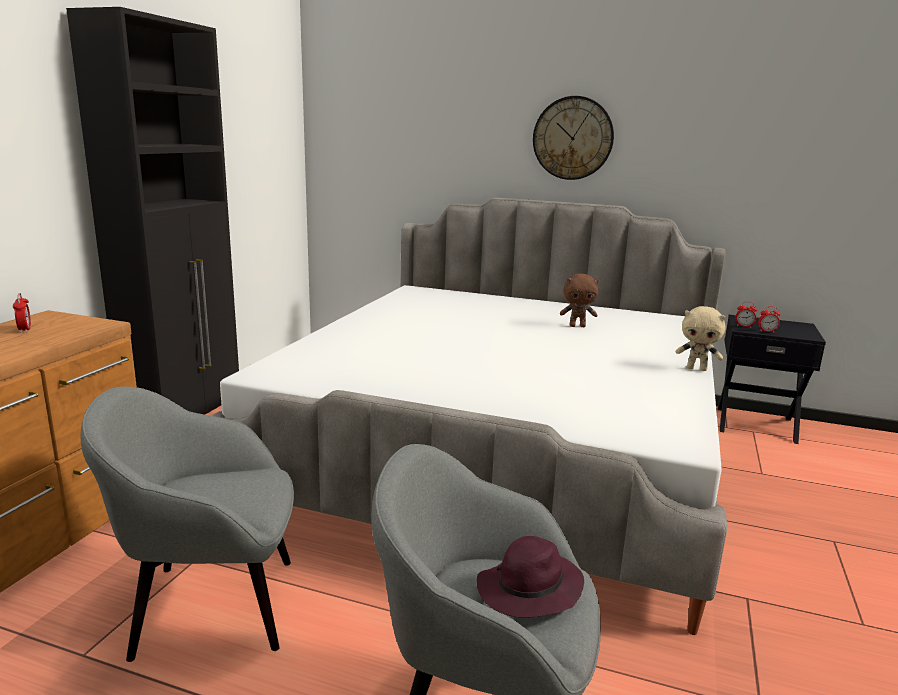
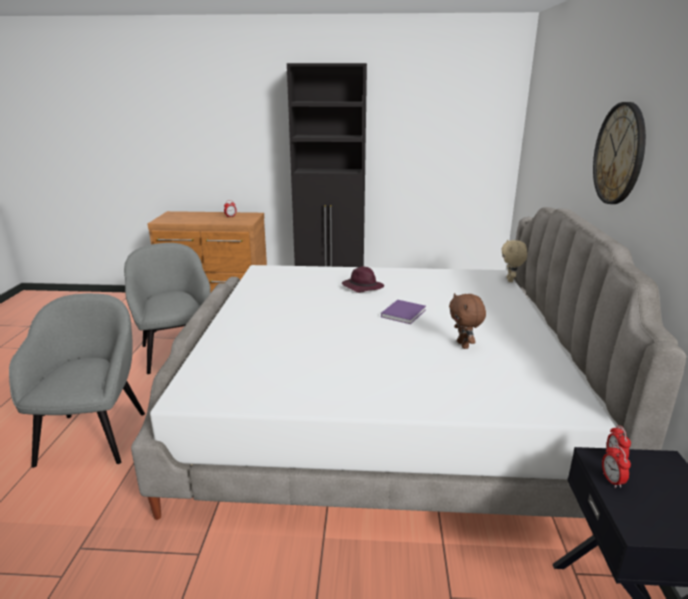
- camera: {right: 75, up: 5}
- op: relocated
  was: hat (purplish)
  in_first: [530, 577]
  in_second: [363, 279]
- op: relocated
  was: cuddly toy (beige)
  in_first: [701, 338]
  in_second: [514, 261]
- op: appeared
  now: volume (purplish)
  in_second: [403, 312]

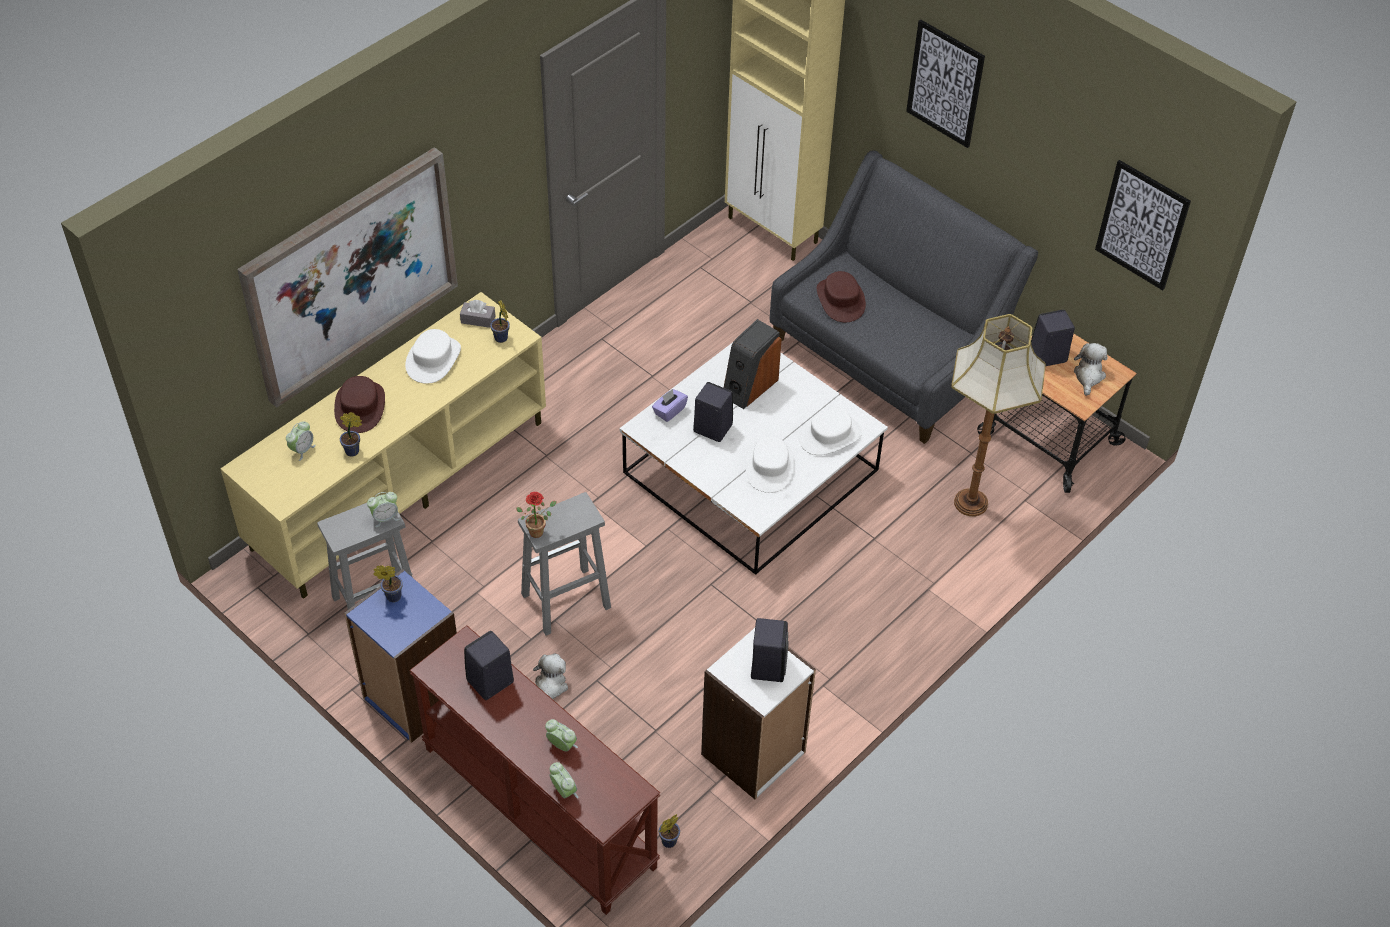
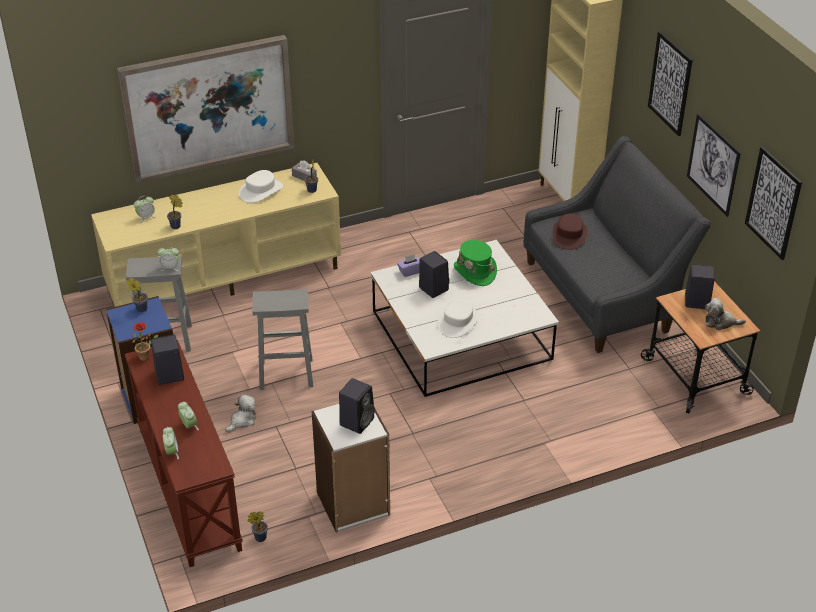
- camera: {right: 25, up: -10}
- op: missing
  was: hat (brownish)
  in_first: [359, 404]
- op: relocated
  was: potted plant
  in_first: [536, 515]
  in_second: [145, 341]
- op: exchanged
  was: speaker
  now: hat (greenish)
  in_first: [753, 364]
  in_second: [475, 263]
- op: missing
  was: hat (white-coloured)
  in_first: [830, 431]
- op: missing
  was: standing lamp
  in_first: [998, 415]
- op: spun
  was: cuddly toy
  in_first: [1091, 369]
  in_second: [725, 314]
  clockwise: -120
- op: appeared
  now: picture
  in_second: [714, 165]

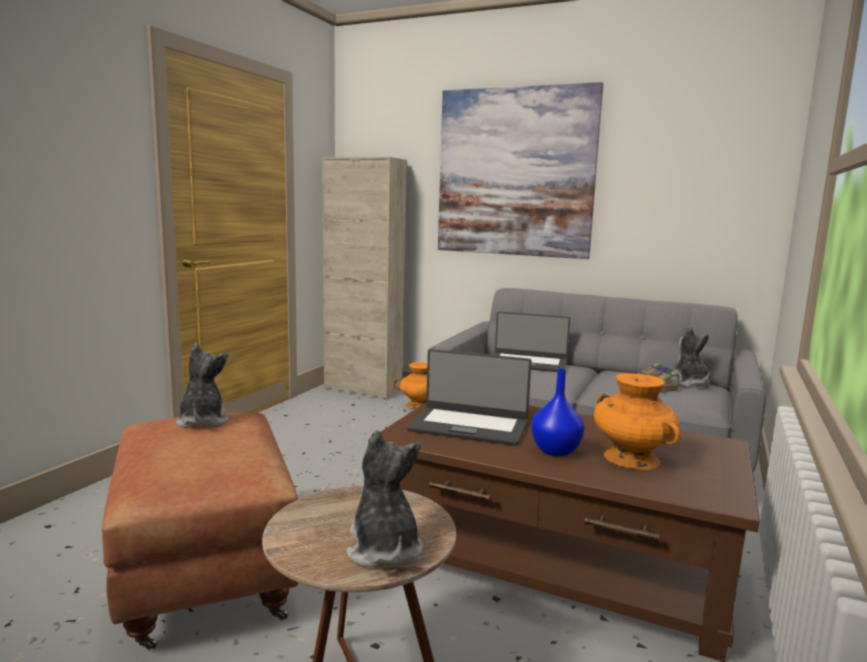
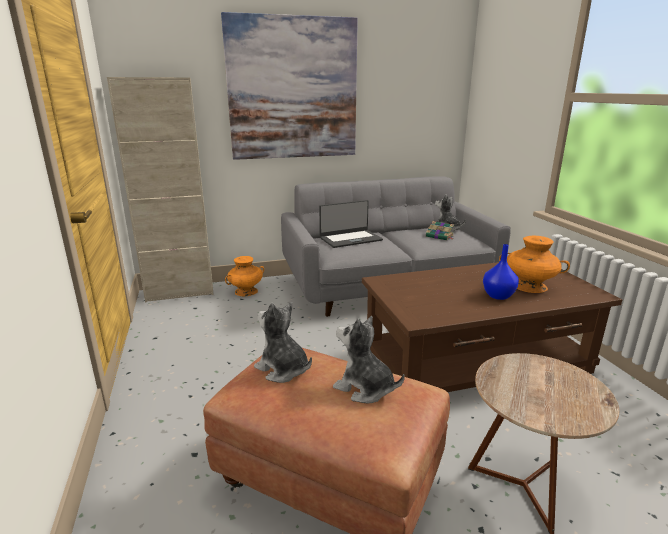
- camera: {right: -40, up: 10}
- op: relocated
  was: cuddly toy
  in_first: [384, 499]
  in_second: [369, 360]
- op: missing
  was: portable computer
  in_first: [469, 397]

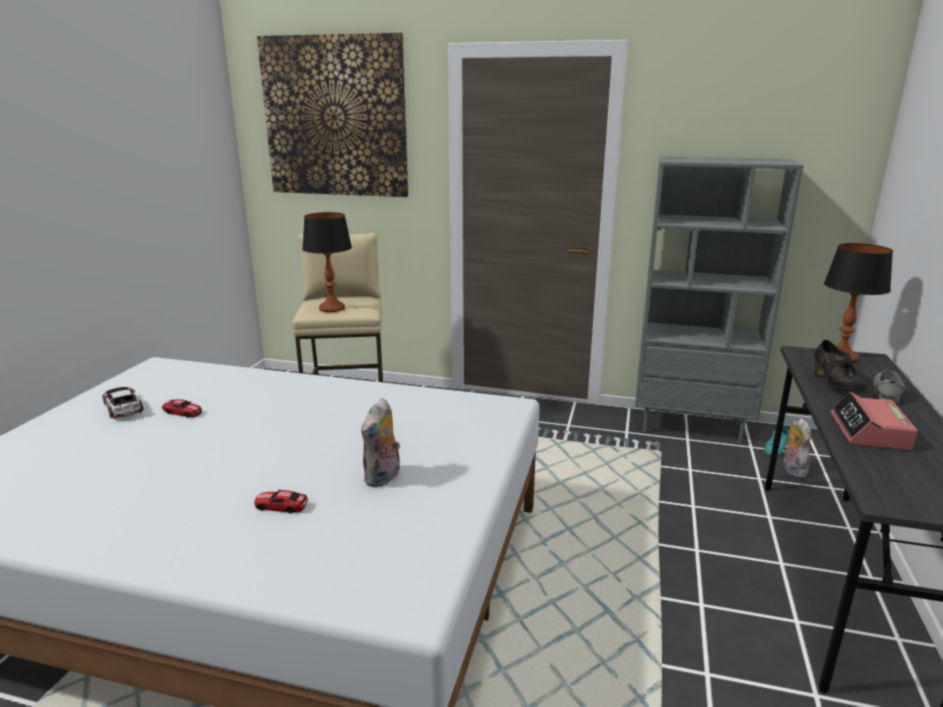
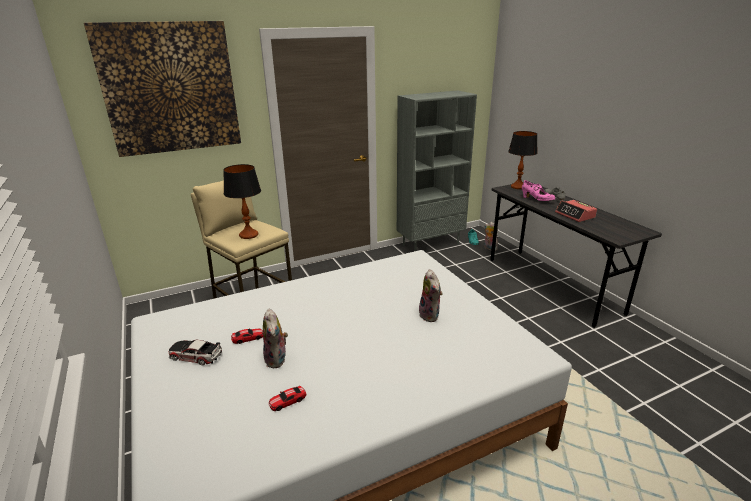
- camera: {right: -40, up: 5}
- op: relocated
  was: toy car
  in_first: [281, 501]
  in_second: [287, 398]
- op: colour
  was: low shoe (black-coloured)
  now: low shoe (pink-coloured)
  in_first: [840, 366]
  in_second: [538, 190]
- op: appeared
  now: cuddly toy
  in_second: [275, 338]

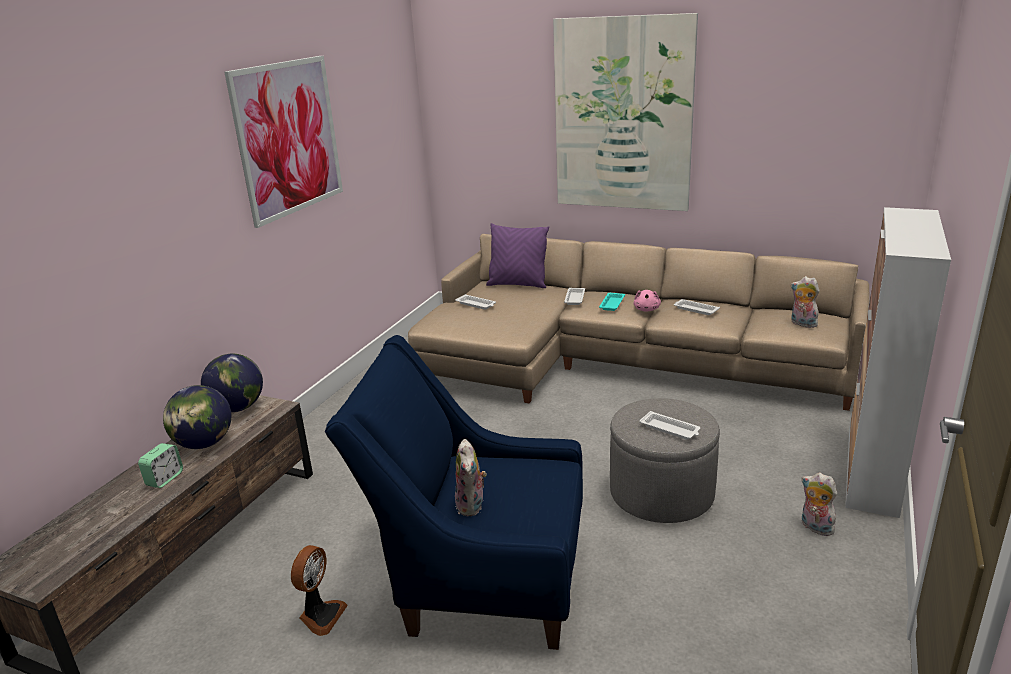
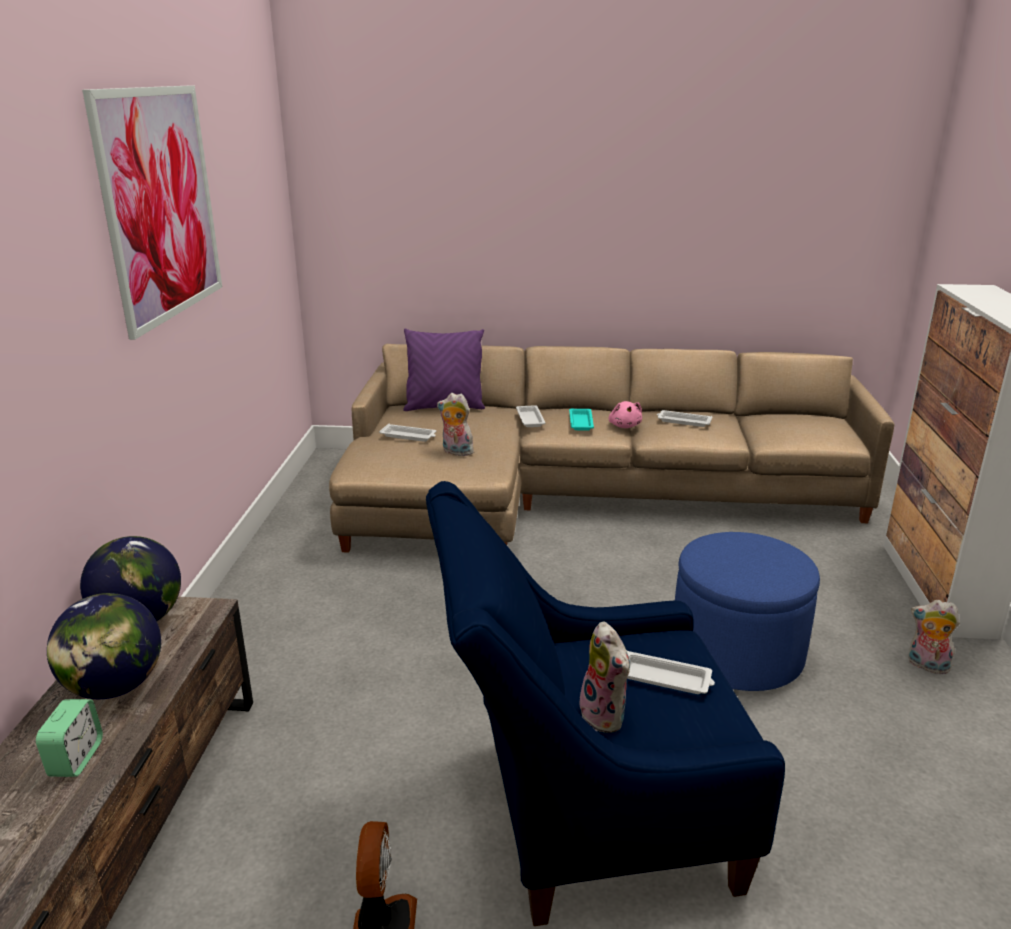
- camera: {right: -20, up: 0}
- op: missing
  was: picture
  in_first: [625, 112]
- op: colour
  was: ottoman (gray)
  now: ottoman (blue)
  in_first: [665, 460]
  in_second: [747, 611]
- op: relocated
  was: tray (white-coloured)
  in_first: [670, 425]
  in_second: [670, 672]
- op: relocated
  was: cuddly toy
  in_first: [805, 302]
  in_second: [455, 424]

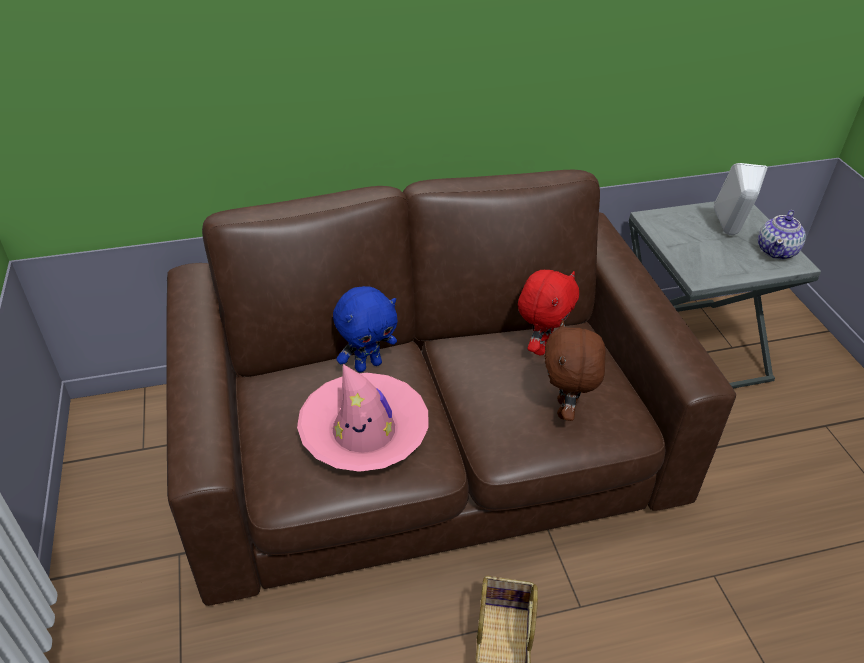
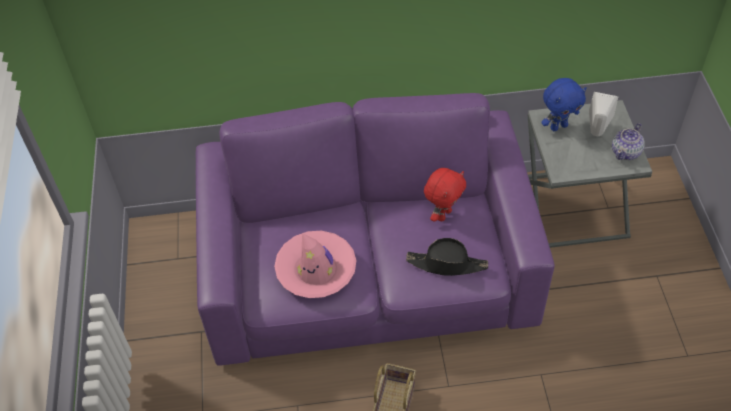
- camera: {right: 10, up: 10}
- op: colour
  was: sofa (brownish)
  now: sofa (purplish)
  in_first: [451, 388]
  in_second: [375, 229]
- op: relocated
  was: cuddly toy (blue)
  in_first: [365, 329]
  in_second: [564, 104]
- op: exchanged
  was: cuddly toy (brownish)
  now: hat (black-coloured)
  in_first: [575, 370]
  in_second: [447, 257]

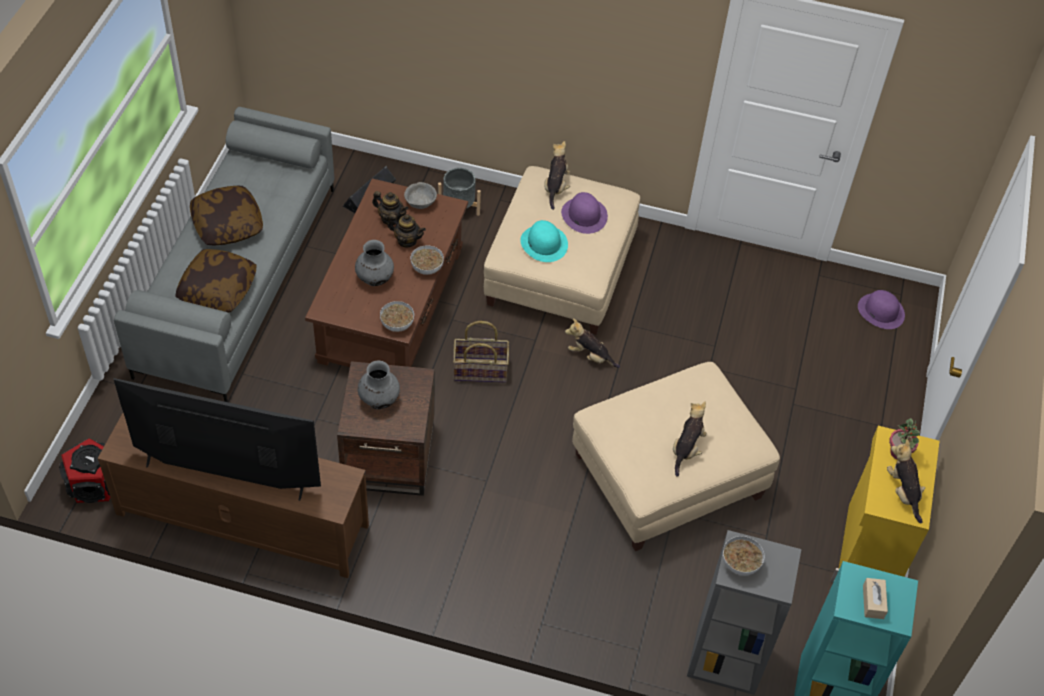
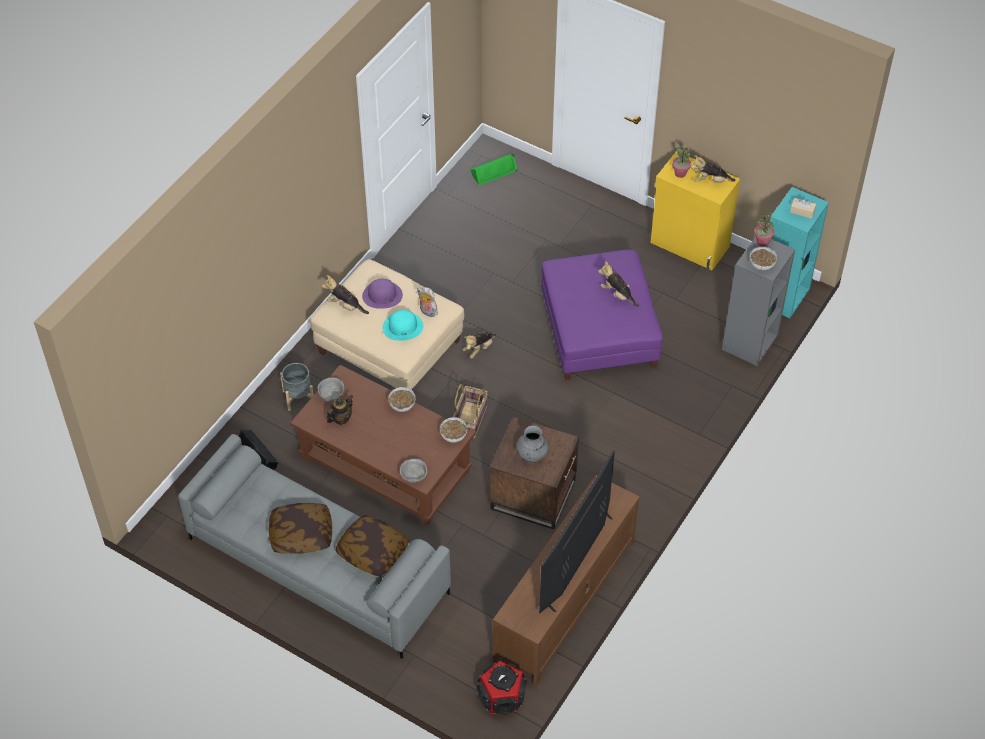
- camera: {right: -70, up: 0}
- op: missing
  was: flower vase (gray)
  in_first: [374, 263]
- op: missing
  was: teapot
  in_first: [406, 231]
- op: colour
  was: ottoman (beige)
  now: ottoman (purplish)
  in_first: [676, 456]
  in_second: [602, 315]
- op: exchanged
  was: hat (purplish)
  now: speaker (greenish)
  in_first: [881, 309]
  in_second: [494, 170]
- op: appeared
  now: serving bowl (gray)
  in_second: [413, 470]
- op: appeared
  now: cuddly toy
  in_second: [427, 302]
- op: appeared
  now: potted plant
  in_second: [764, 230]

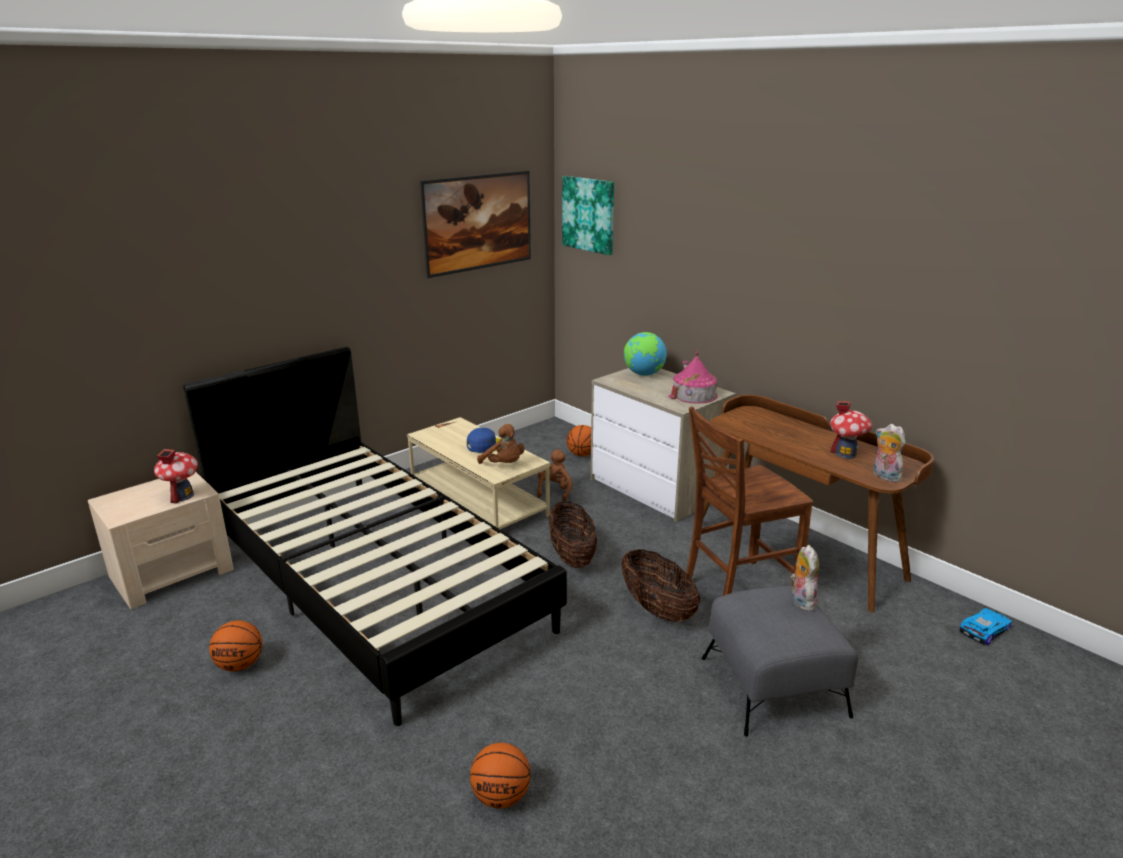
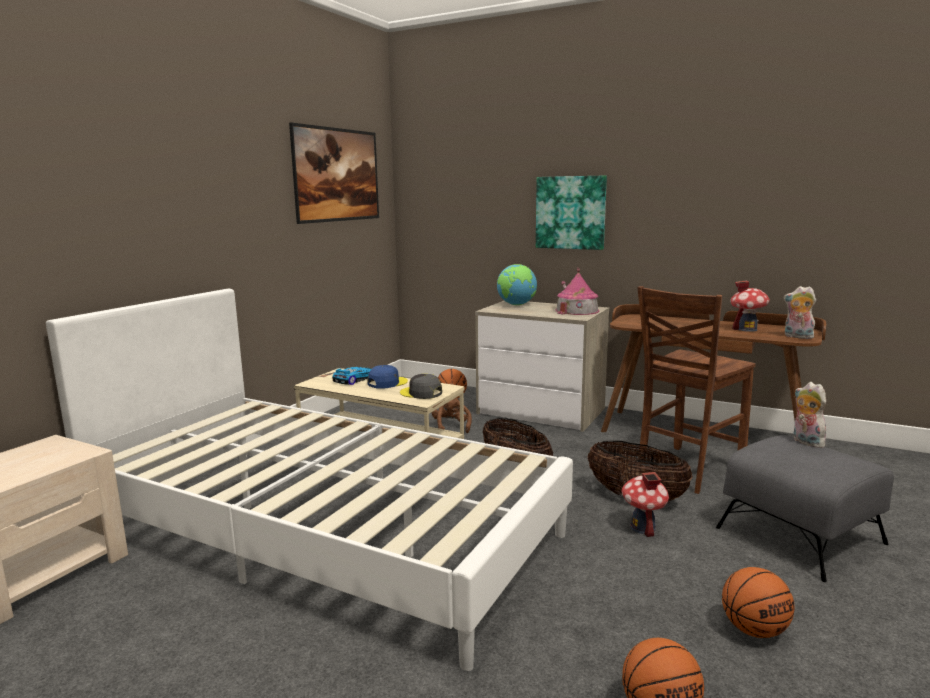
- camera: {right: -20, up: -10}
- op: relocated
  was: toy house
  in_first: [176, 476]
  in_second: [645, 504]
- op: colour
  was: sleeping bed (black-coloured)
  now: sleeping bed (white-coloured)
  in_first: [375, 536]
  in_second: [309, 480]
- op: relocated
  was: basketball
  in_first: [236, 646]
  in_second: [758, 602]
- op: exchanged
  was: cuddly toy (brownish)
  now: cap (gray)
  in_first: [501, 444]
  in_second: [421, 386]
- op: relocated
  was: picture
  in_first: [588, 215]
  in_second: [571, 213]
- op: relocated
  was: toy car
  in_first: [985, 626]
  in_second: [352, 376]

